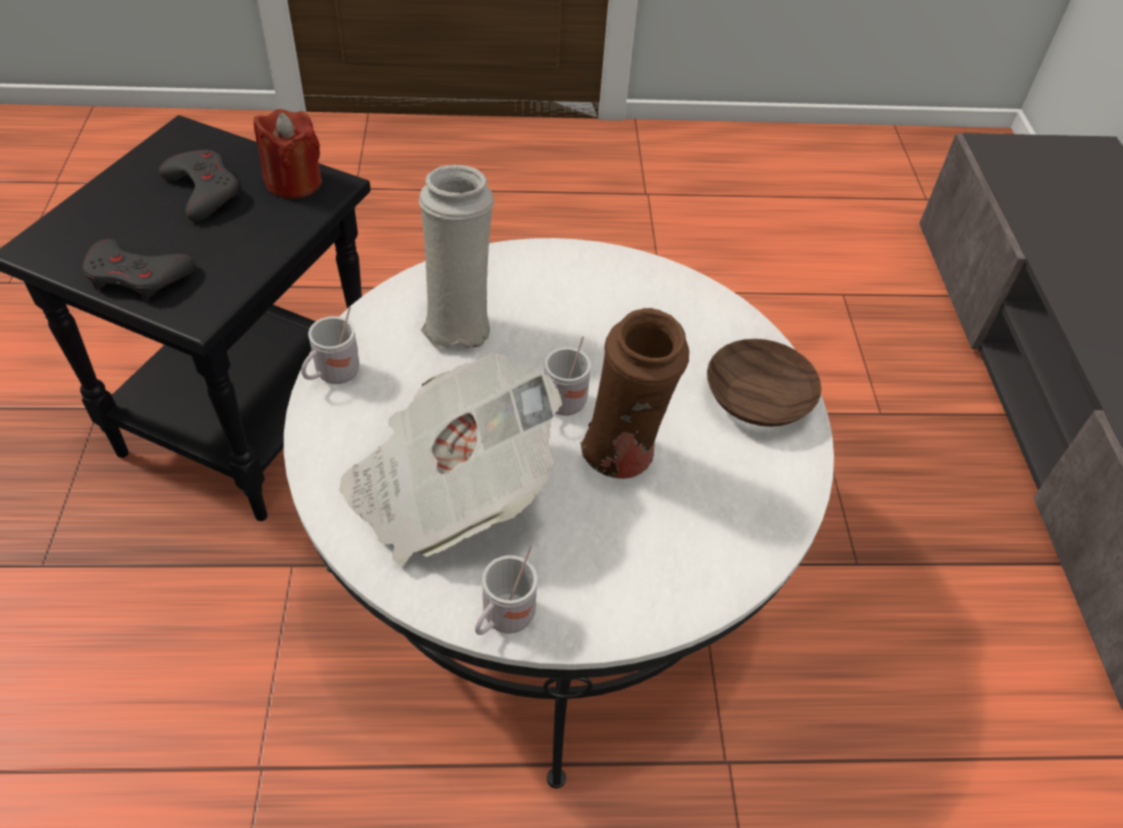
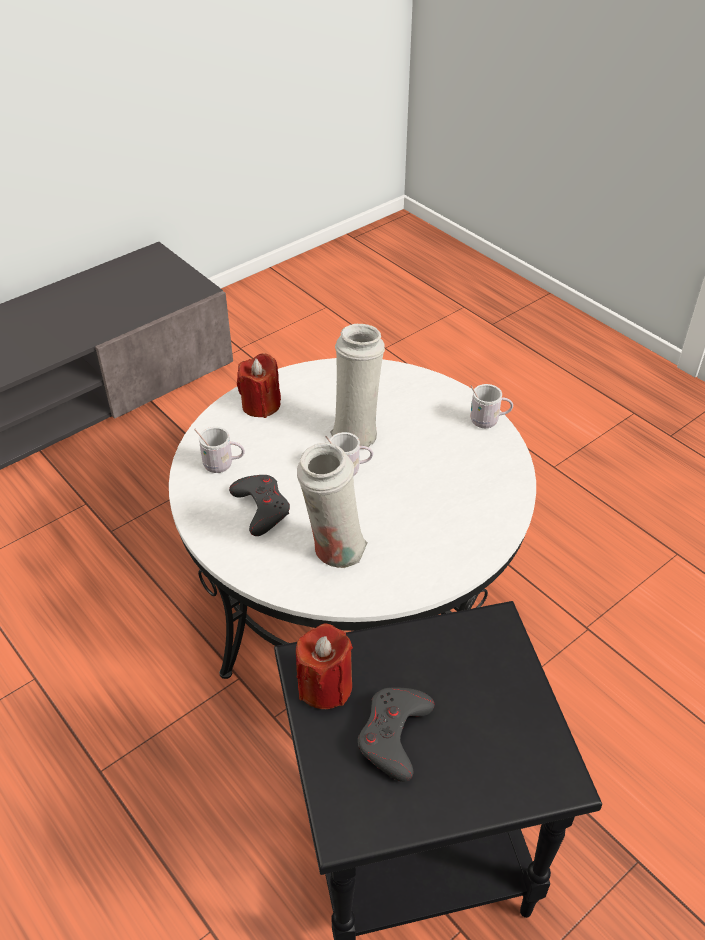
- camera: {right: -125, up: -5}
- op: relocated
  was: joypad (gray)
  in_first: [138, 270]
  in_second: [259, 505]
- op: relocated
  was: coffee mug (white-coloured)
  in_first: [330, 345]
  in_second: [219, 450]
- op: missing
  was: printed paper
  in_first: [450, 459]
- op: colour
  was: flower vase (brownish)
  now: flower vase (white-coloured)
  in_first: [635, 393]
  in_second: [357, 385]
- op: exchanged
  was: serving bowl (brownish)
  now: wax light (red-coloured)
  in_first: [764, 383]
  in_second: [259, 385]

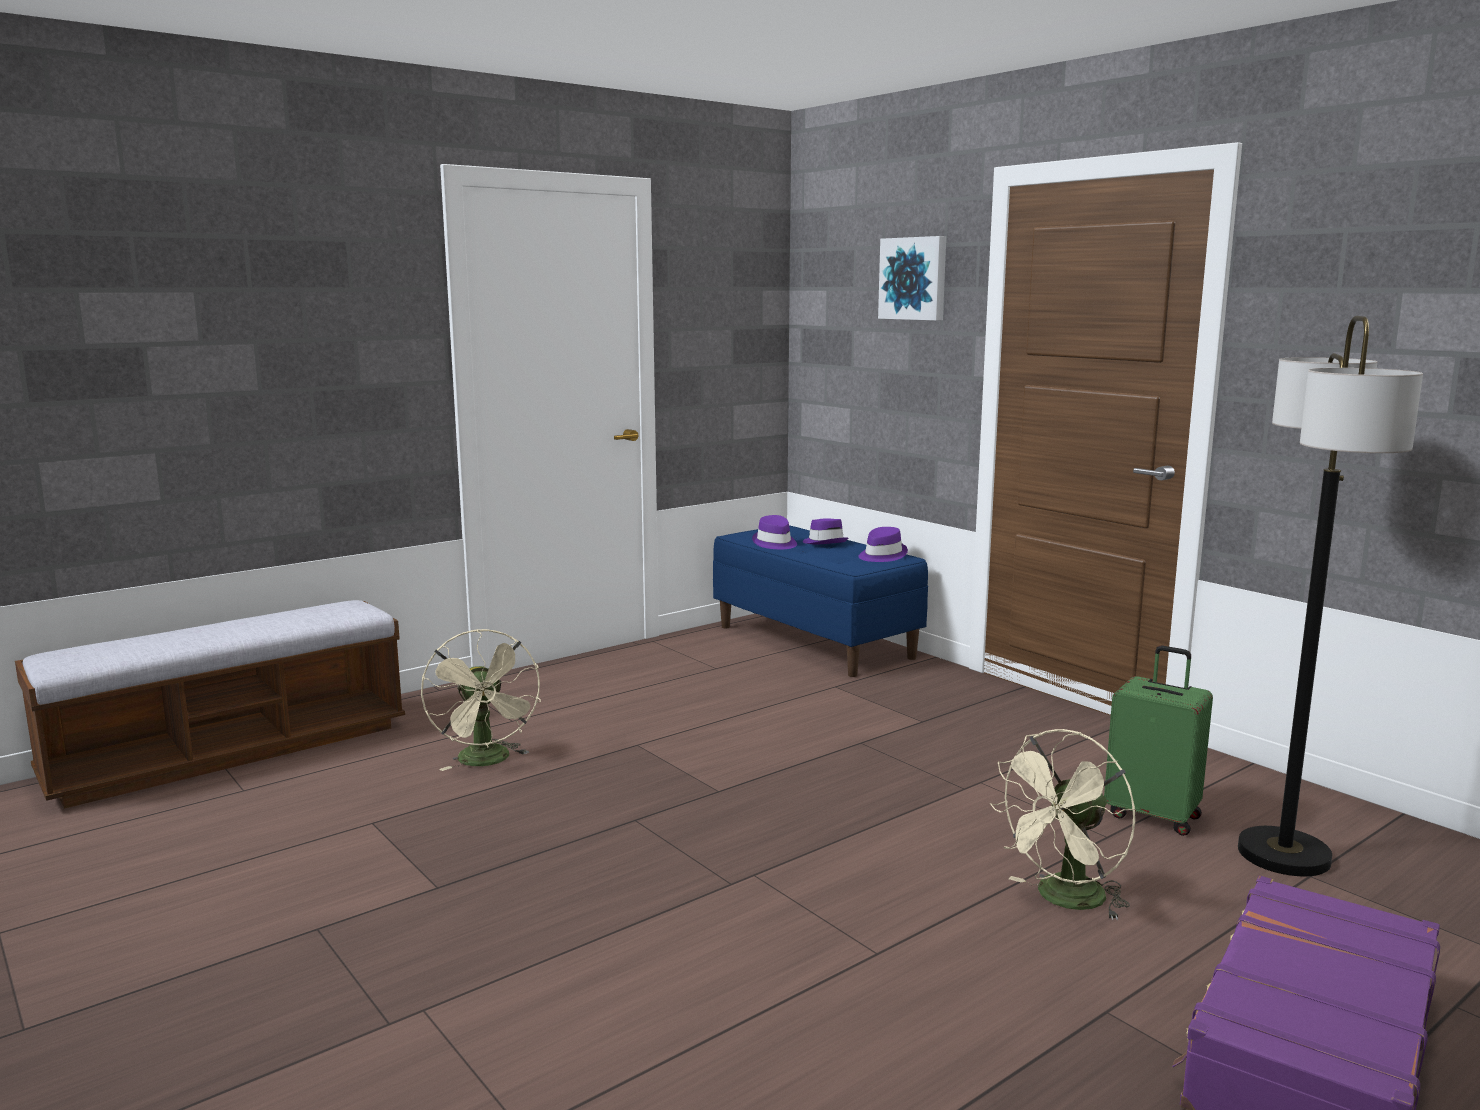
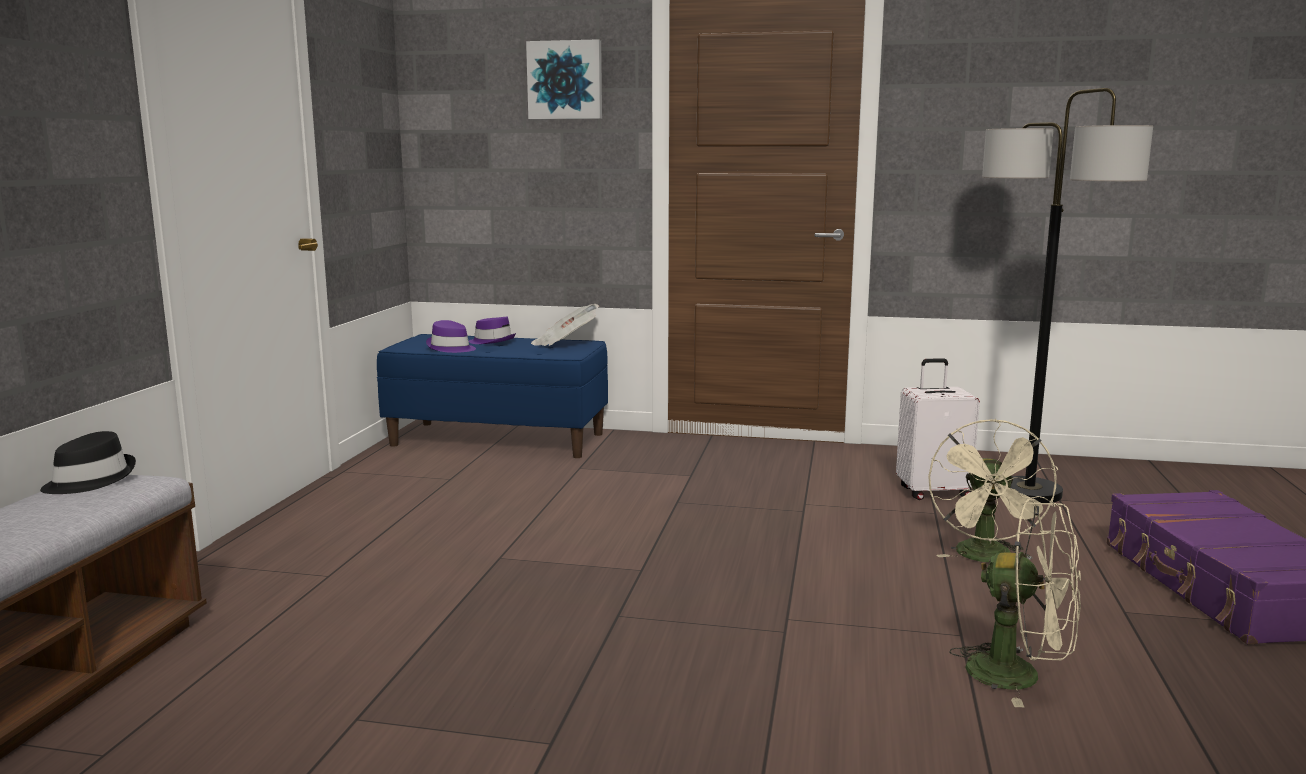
- camera: {right: -40, up: 0}
- op: relocated
  was: electric fan (beige)
  in_first: [481, 700]
  in_second: [1015, 603]
- op: exchanged
  was: hat (purplish)
  now: printed paper
  in_first: [883, 544]
  in_second: [565, 325]
- op: colour
  was: suitcase (greenish)
  now: suitcase (white-coloured)
  in_first: [1158, 740]
  in_second: [938, 429]
- op: appeared
  now: hat (black-coloured)
  in_second: [88, 462]

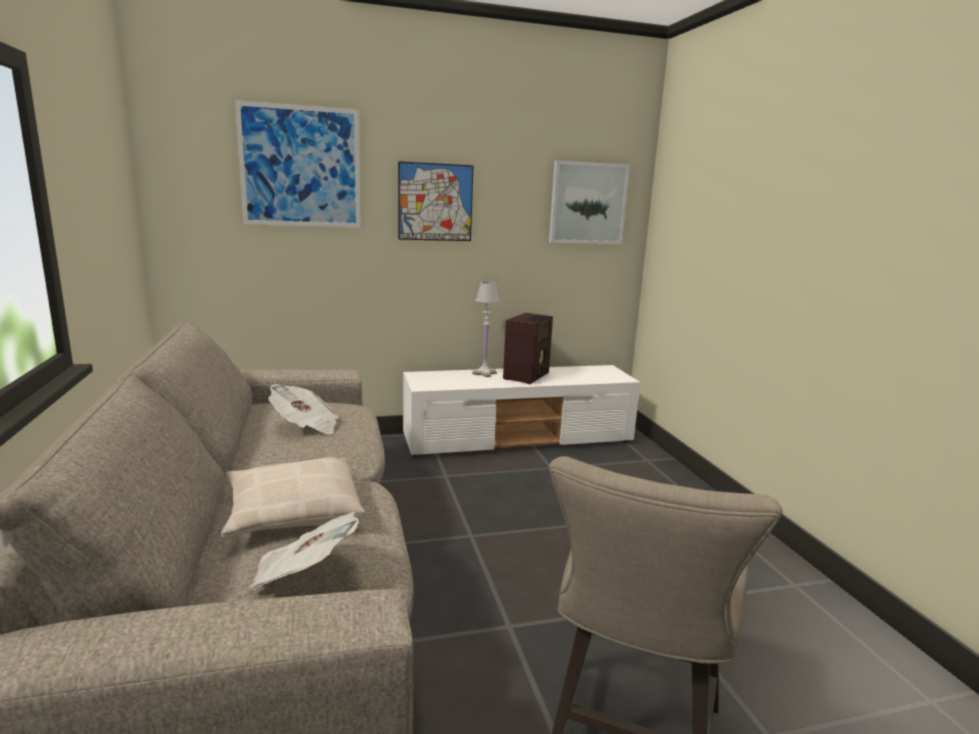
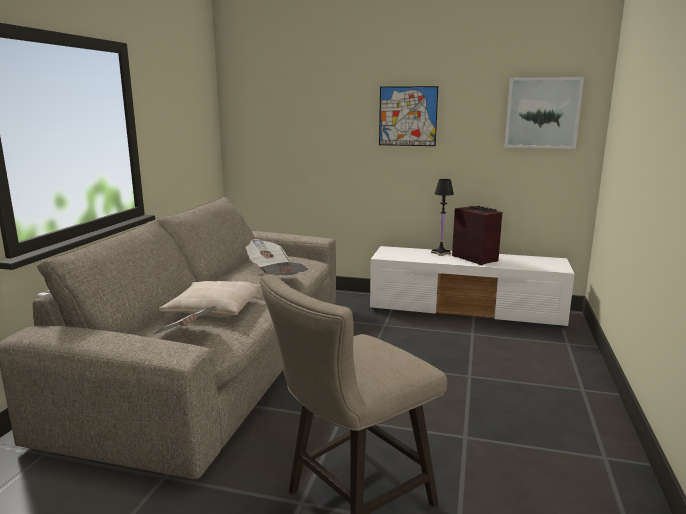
- camera: {right: 30, up: 0}
- op: missing
  was: picture
  in_first: [297, 163]
- op: colour
  was: lamp for a table (white-coloured)
  now: lamp for a table (black-coloured)
  in_first: [485, 329]
  in_second: [442, 217]
- op: spun
  was: radio
  in_first: [528, 348]
  in_second: [477, 235]
  clockwise: -90
- op: appeared
  now: printed paper
  in_second: [283, 268]

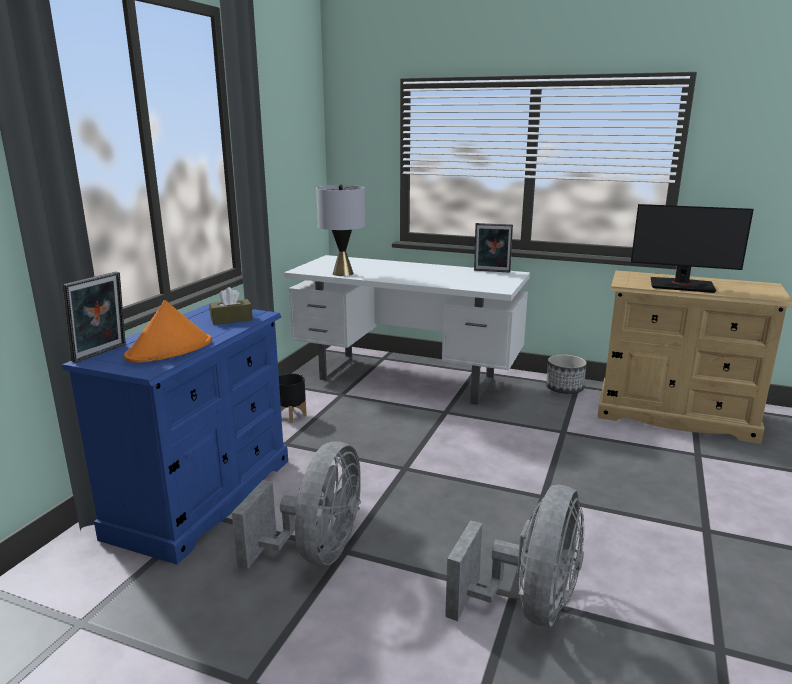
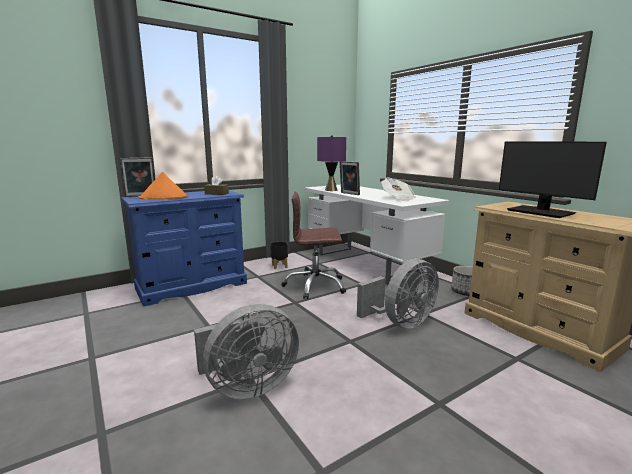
- camera: {right: 35, up: -5}
- op: relocated
  was: electric fan (gray)
  in_first: [296, 505]
  in_second: [398, 294]
- op: colour
  was: lamp for a table (gray)
  now: lamp for a table (purplish)
  in_first: [340, 230]
  in_second: [331, 163]
- op: relocated
  was: standing frame
  in_first: [493, 247]
  in_second: [350, 178]
- op: appeared
  now: computer chair (brownish)
  in_second: [313, 245]
- op: appeared
  now: printed paper
  in_second: [398, 190]

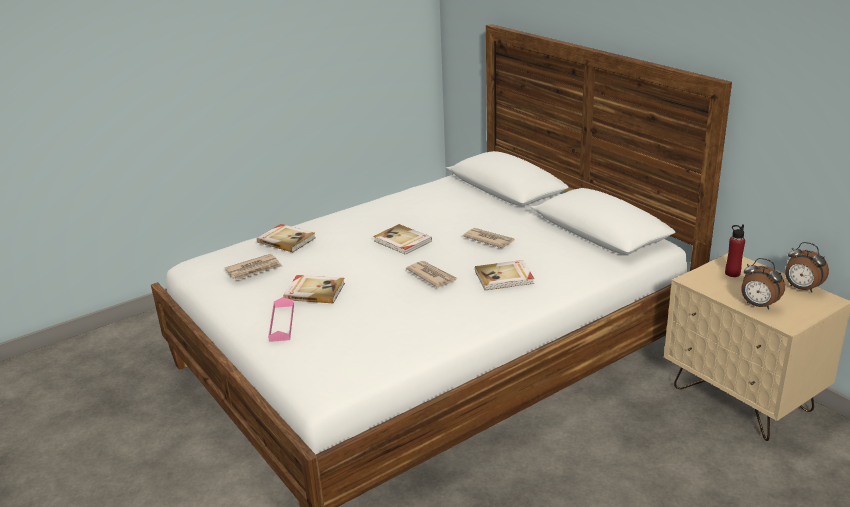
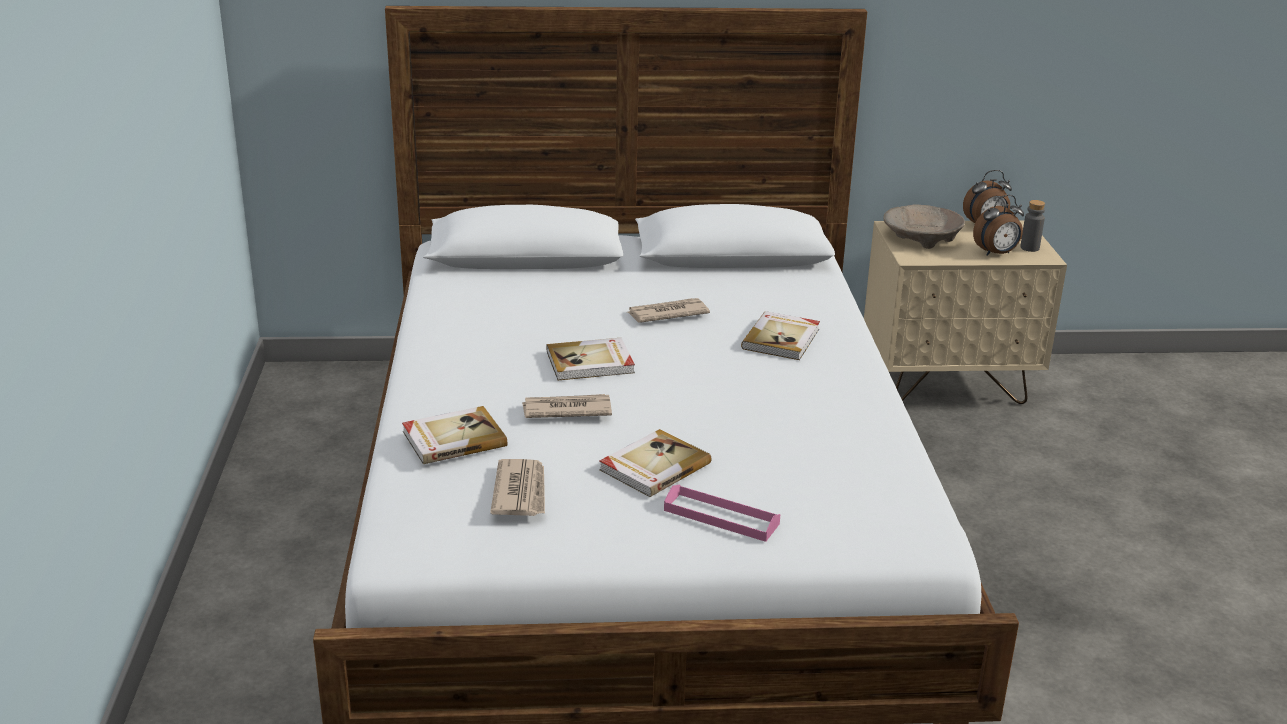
- camera: {right: -60, up: 0}
- op: relocated
  was: printed paper
  in_first: [431, 274]
  in_second: [567, 406]
- op: exchanged
  was: bottle (red-coloured)
  now: serving bowl (beige)
  in_first: [735, 250]
  in_second: [924, 226]
- op: appeared
  now: bottle (gray)
  in_second: [1032, 226]

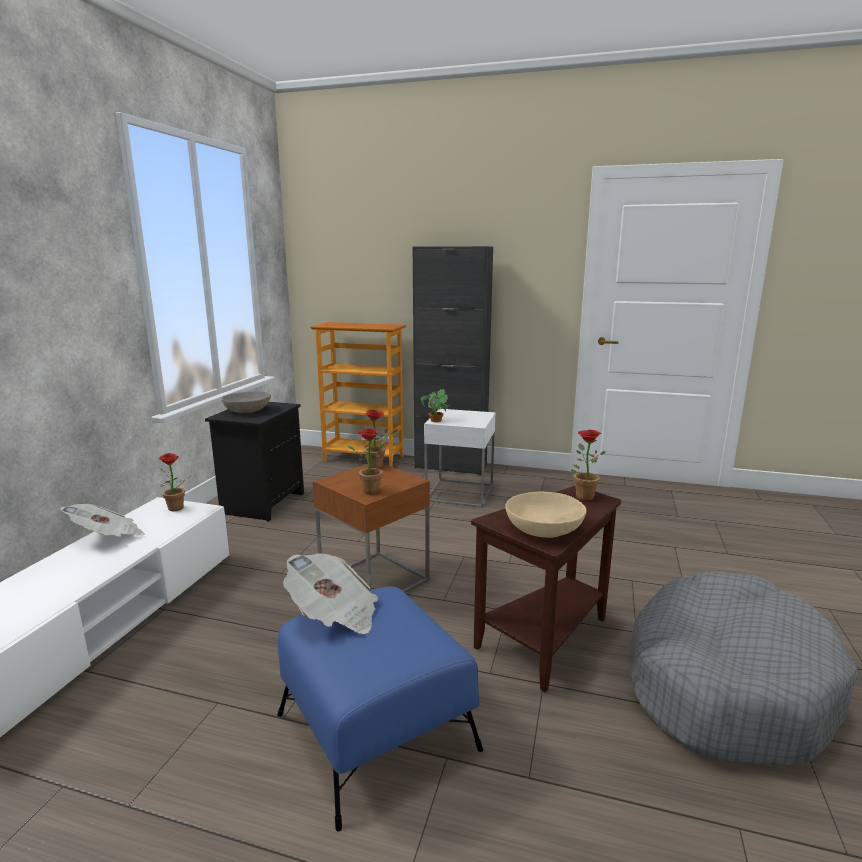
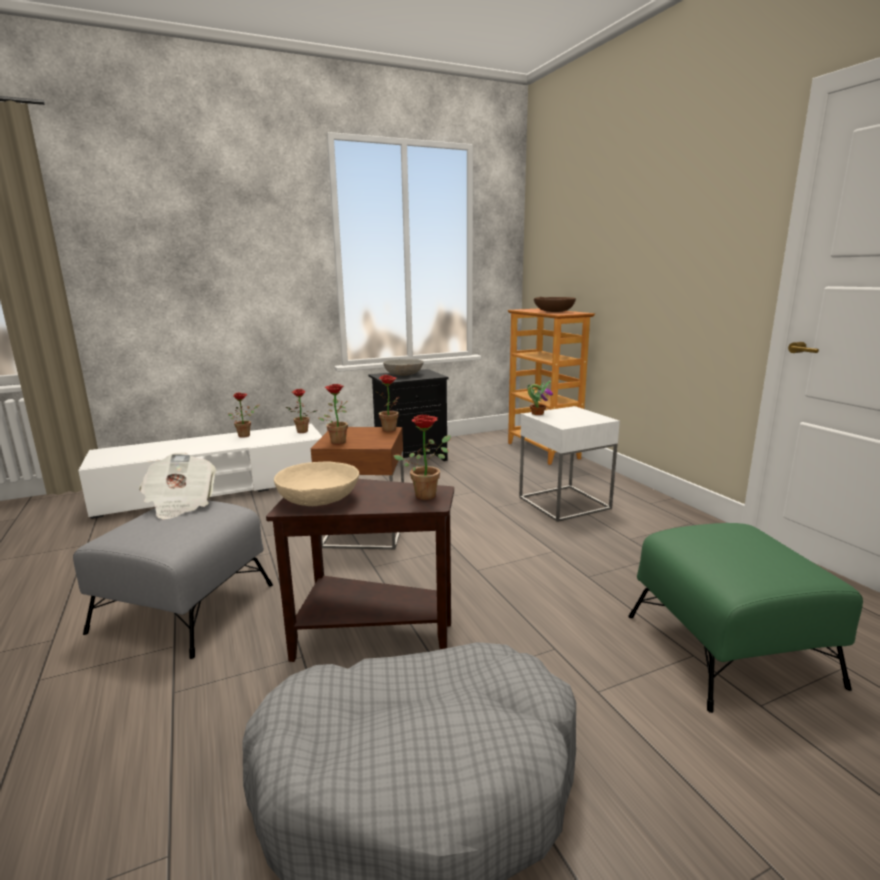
- camera: {right: 50, up: 0}
- op: exchanged
  was: printed paper
  now: potted plant
  in_first: [102, 520]
  in_second: [243, 415]
- op: colour
  was: ottoman (blue)
  now: ottoman (gray)
  in_first: [380, 709]
  in_second: [173, 579]
- op: missing
  was: cupboard (black-coloured)
  in_first: [453, 360]
- op: appeared
  now: serving bowl (brownish)
  in_second: [555, 304]
- op: appeared
  now: ottoman (greenish)
  in_second: [745, 618]

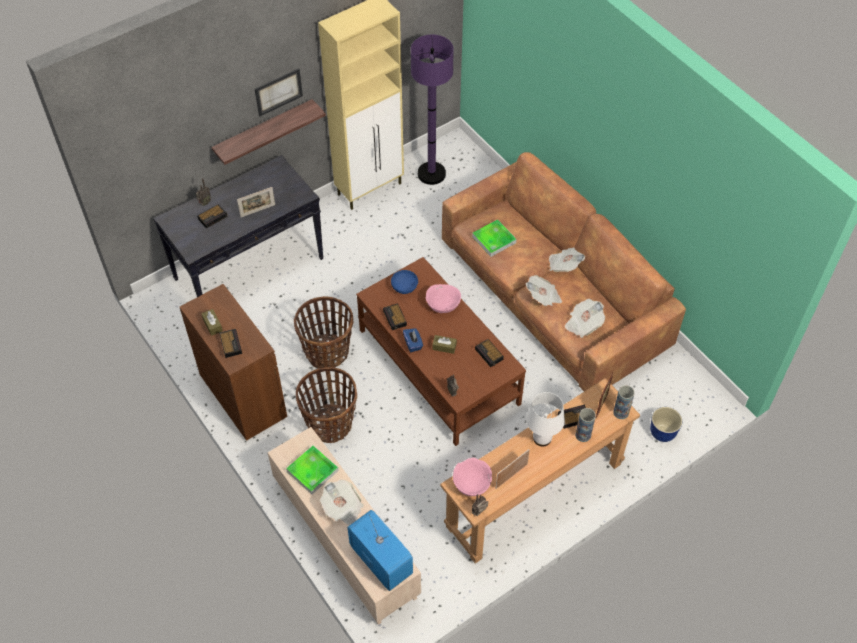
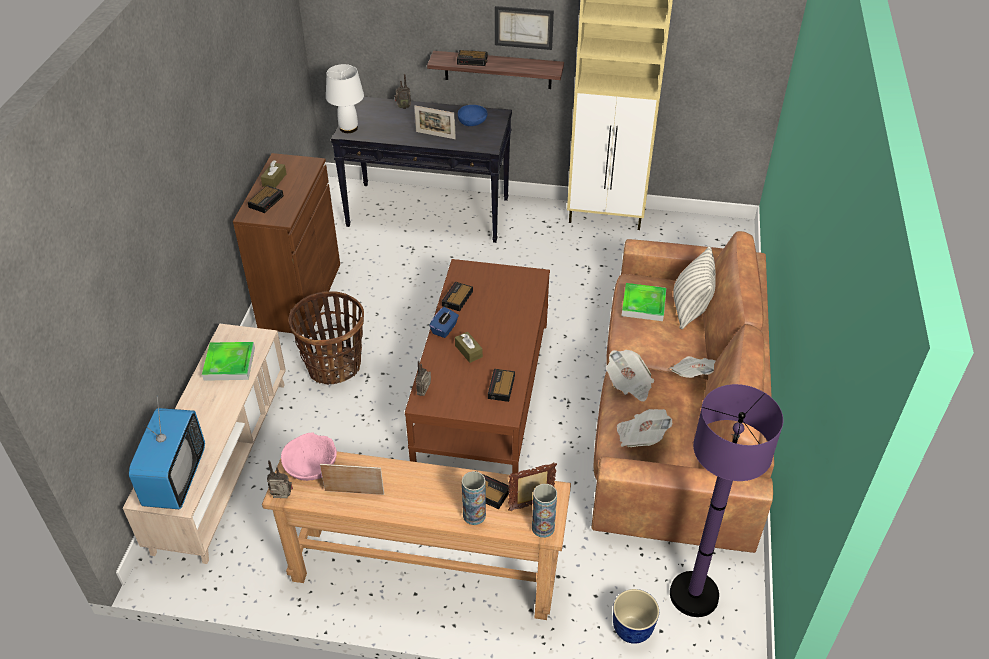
- camera: {right: 45, up: -10}
- op: relocated
  was: table clock
  in_first: [212, 216]
  in_second: [472, 58]
- op: missing
  was: storage basket
  in_first: [324, 332]
- op: missing
  was: printed paper
  in_first: [342, 502]
- op: relocated
  was: serving bowl (blue)
  in_first: [404, 282]
  in_second: [472, 115]
- op: relocated
  was: standing lamp (purplish)
  in_first: [432, 110]
  in_second: [726, 500]
- op: missing
  was: serving bowl (pink-coloured)
  in_first: [443, 298]
- op: relocated
  was: lamp for a table (white-coloured)
  in_first: [545, 419]
  in_second: [345, 98]
- op: appeared
  now: pillow
  in_second: [694, 287]

